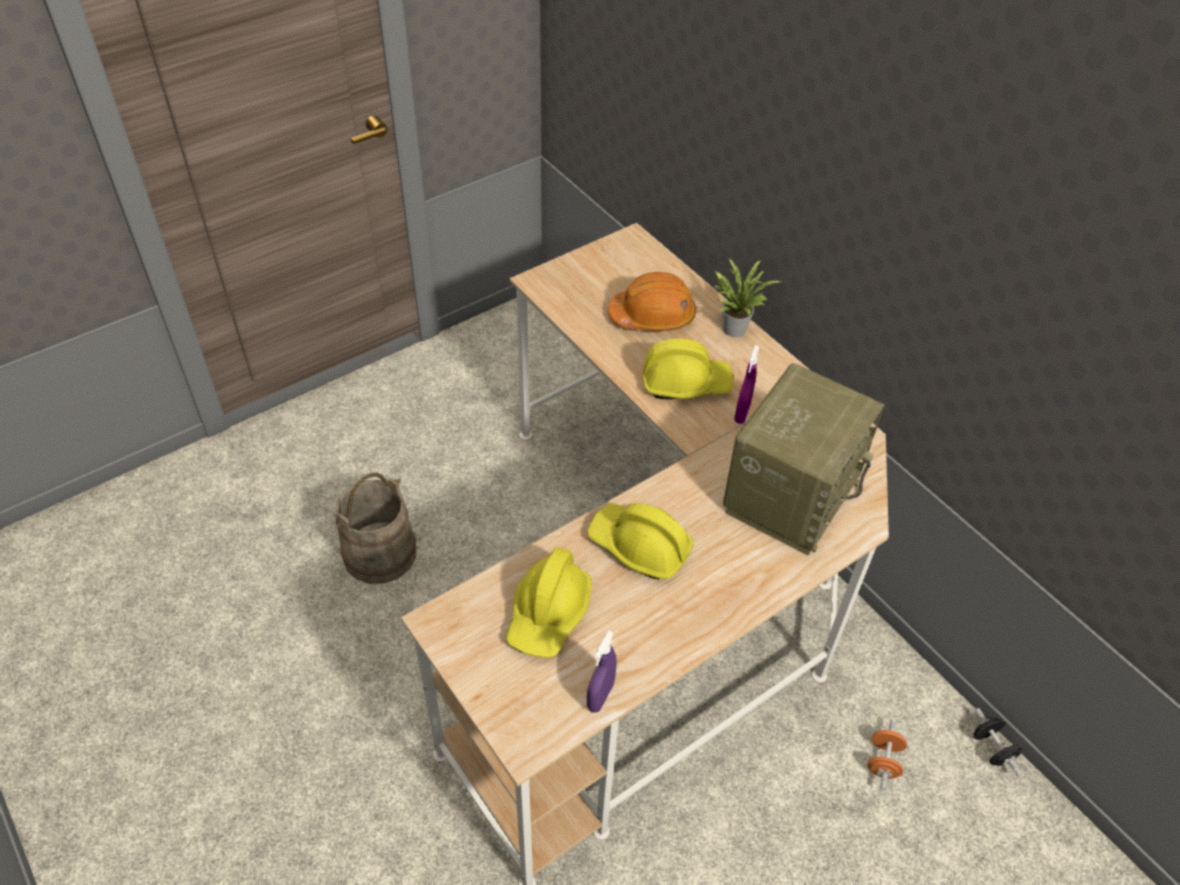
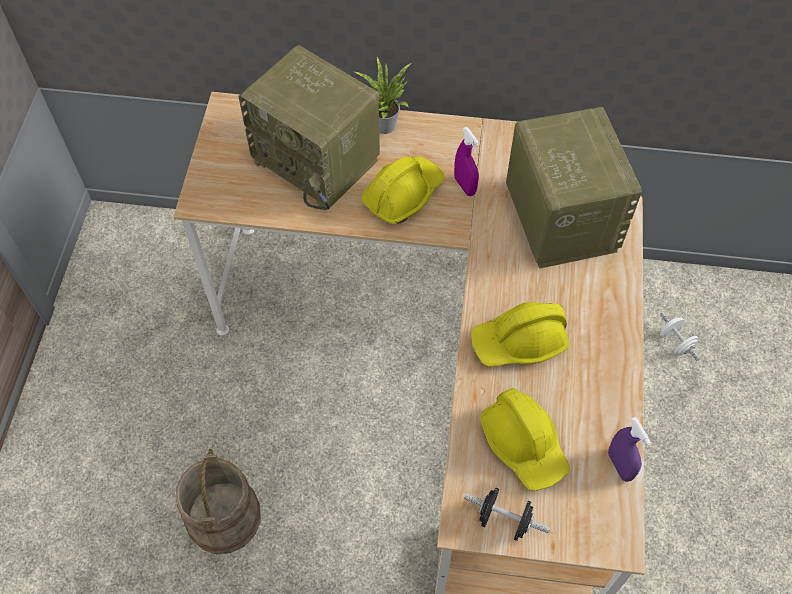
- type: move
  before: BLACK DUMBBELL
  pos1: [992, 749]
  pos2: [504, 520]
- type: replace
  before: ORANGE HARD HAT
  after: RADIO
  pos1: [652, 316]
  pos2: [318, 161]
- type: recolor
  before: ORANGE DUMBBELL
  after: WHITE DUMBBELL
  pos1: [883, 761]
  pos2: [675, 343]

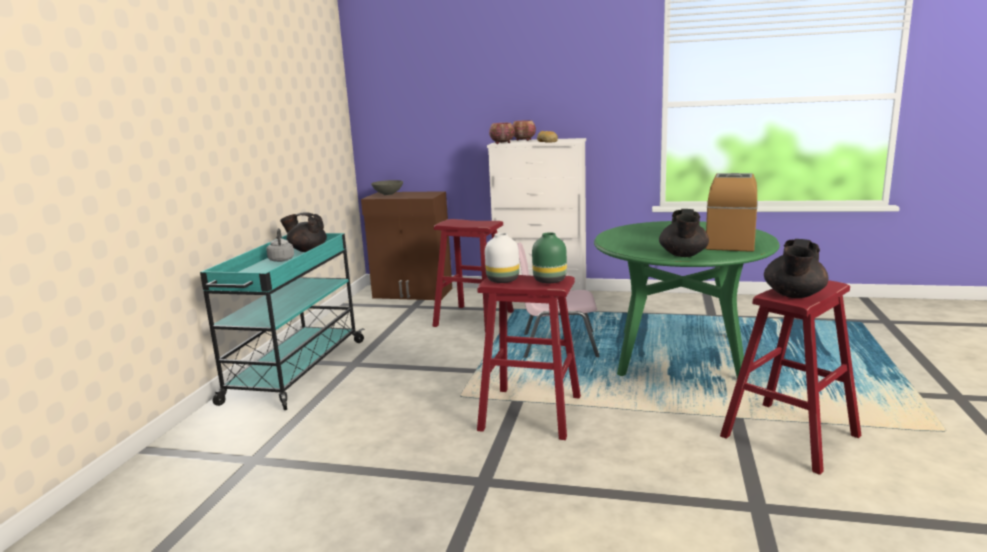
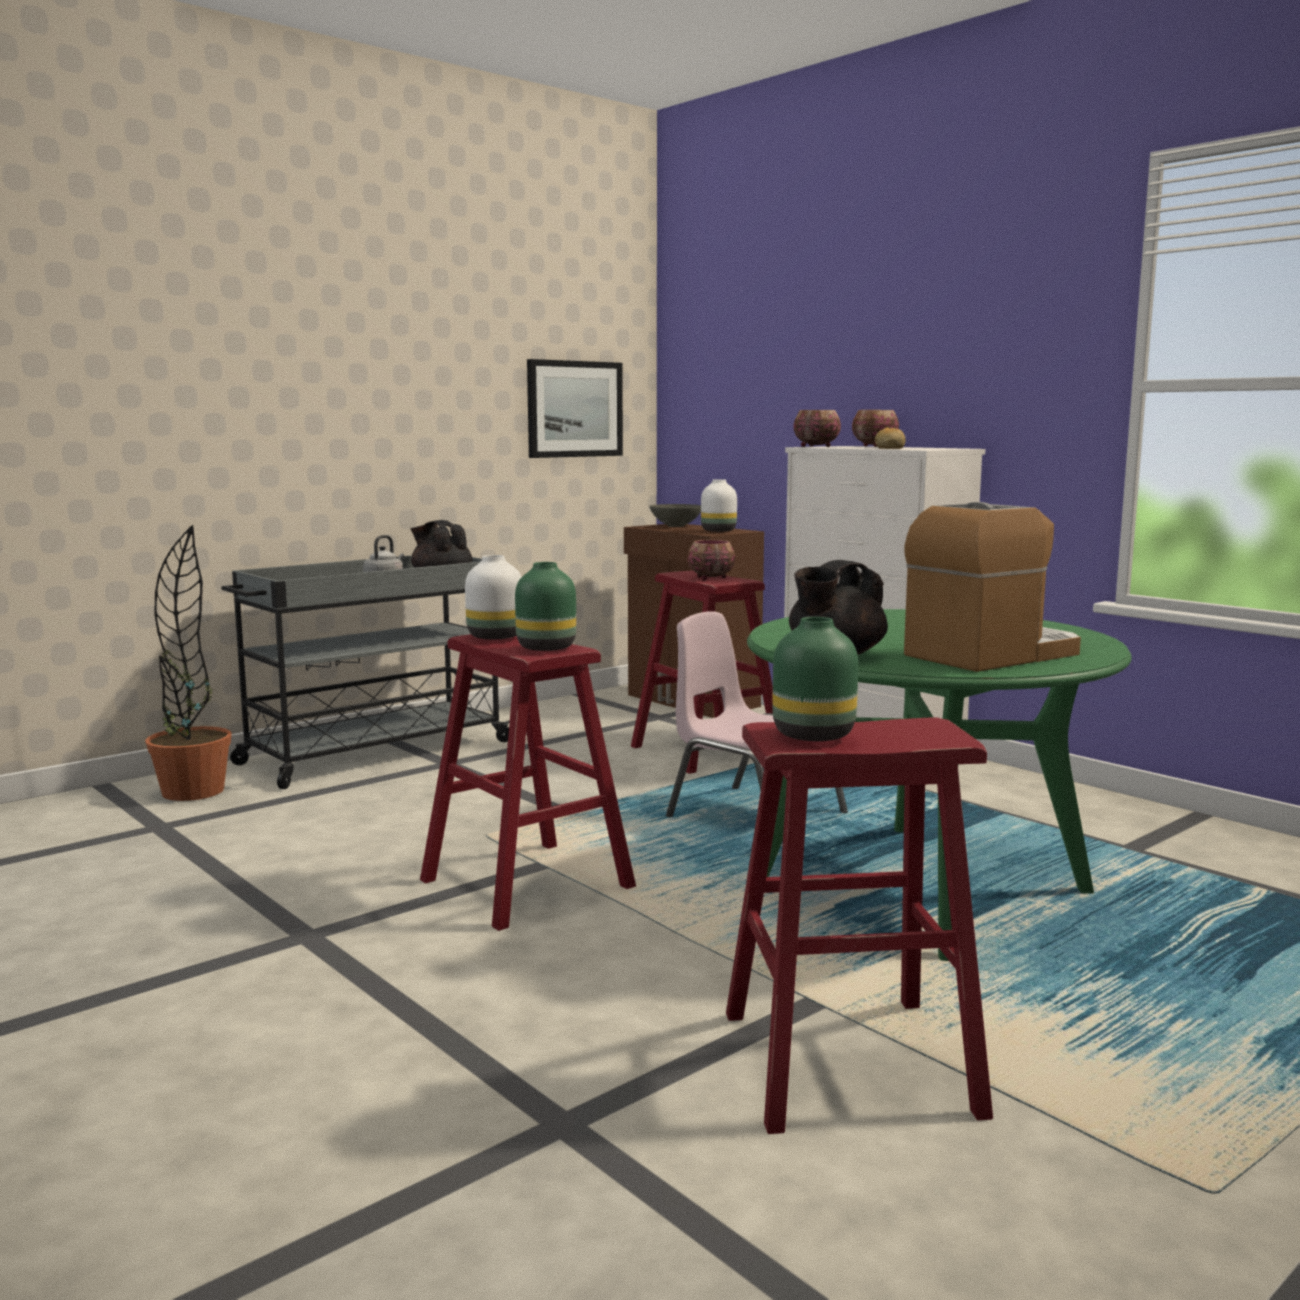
- type: insert
  after: POTTED PLANT
  pos2: [193, 792]
- type: insert
  after: PICTURE
  pos2: [574, 409]
- type: insert
  after: BOWL
  pos2: [709, 578]
- type: insert
  after: WHITE VASE
  pos2: [719, 531]
- type: replace
  before: BLACK TEAPOT
  after: GREEN VASE
  pos1: [794, 295]
  pos2: [811, 735]
- type: recolor
  before: TURQUOISE CART
  after: GREY CART
  pos1: [295, 371]
  pos2: [373, 753]

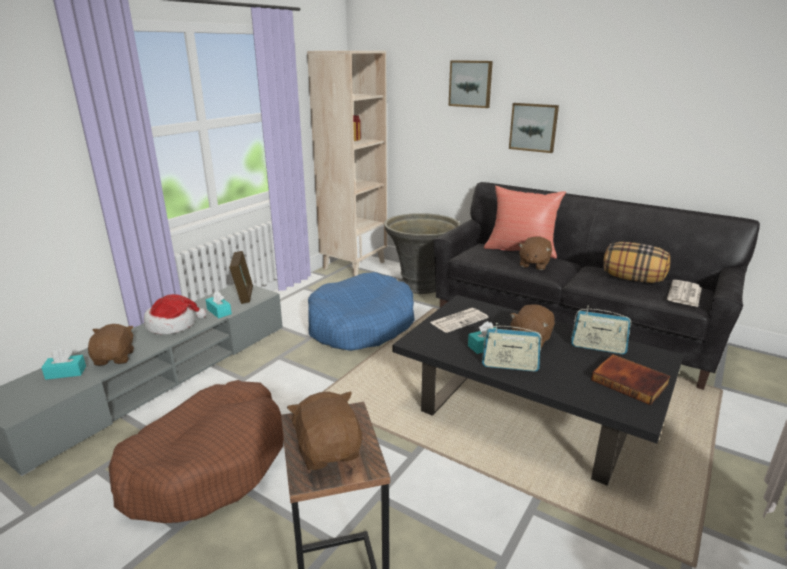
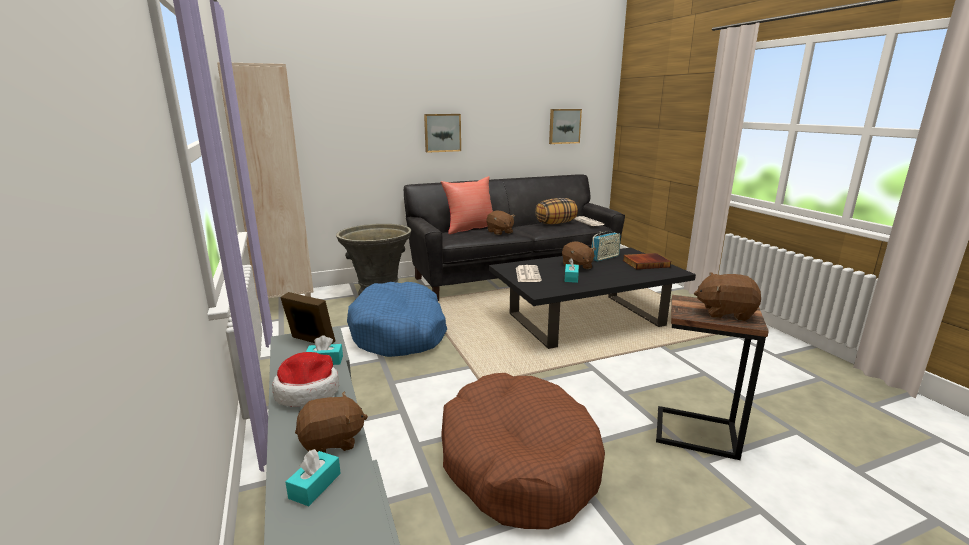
- type: delete
  before: RADIO
  pos1: [510, 365]
- type: move
  before: PICTURE
  pos1: [471, 84]
  pos2: [564, 126]
- type: rotate
  before: BROWN PLUSH TOY
  pos1: [115, 358]
  pos2: [332, 442]
  turn: 135

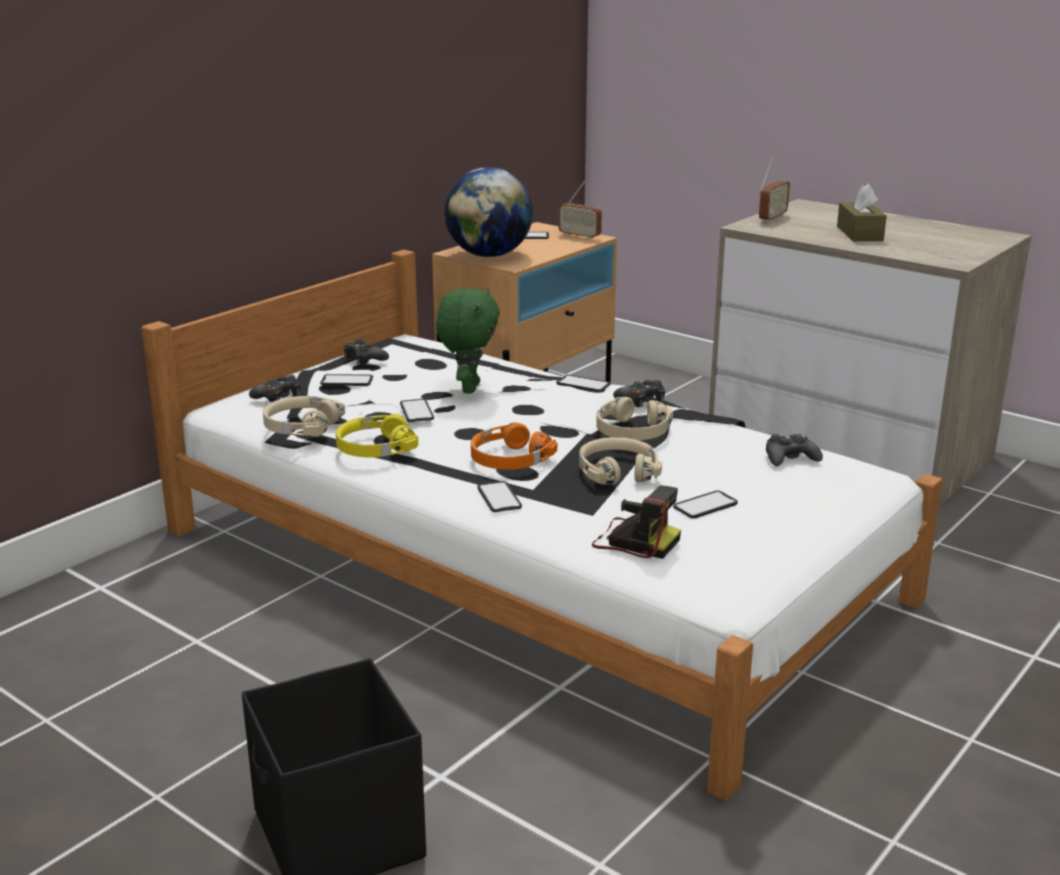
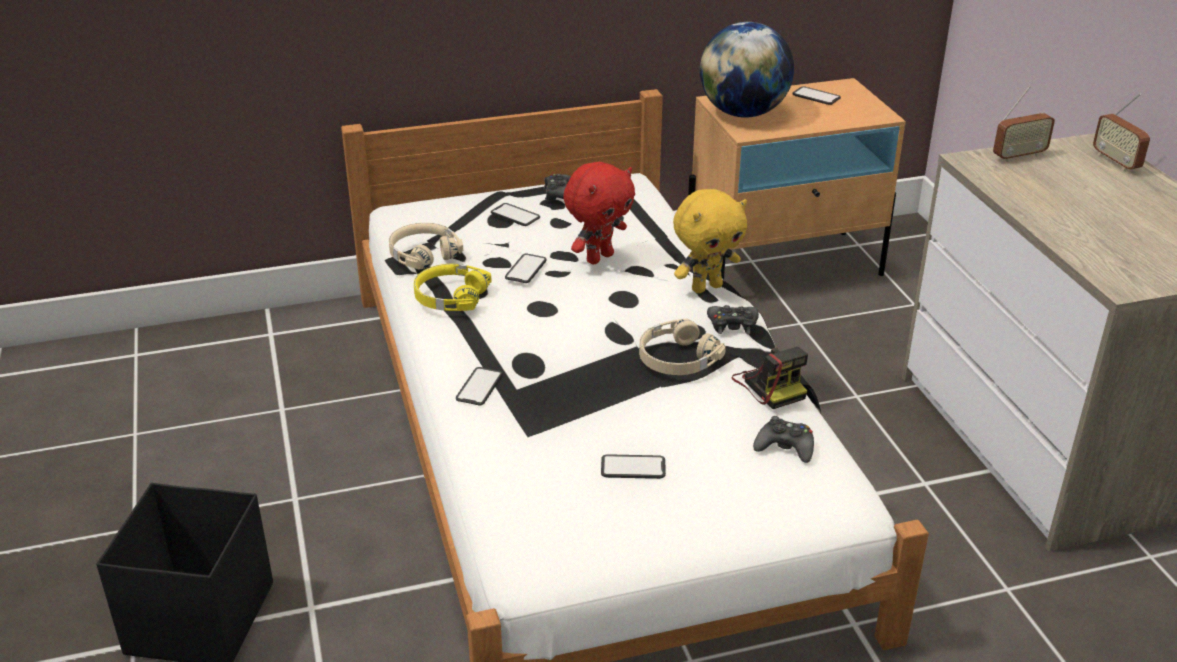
- type: delete
  before: BLACK GAME CONTROLLER
  pos1: [278, 396]
- type: delete
  before: ORANGE HEADPHONES
  pos1: [509, 459]
- type: delete
  before: BEIGE HEADPHONES
  pos1: [617, 471]
- type: delete
  before: BROWN TISSUE BOX
  pos1: [859, 233]
- type: move
  before: RADIO
  pos1: [579, 236]
  pos2: [1116, 162]
- type: move
  before: PHOTO CAMERA
  pos1: [634, 541]
  pos2: [769, 385]
- type: replace
  before: PHONE
  after: YELLOW PLUSH TOY
  pos1: [583, 384]
  pos2: [706, 287]
- type: recolor
  before: GREEN PLUSH TOY
  after: RED PLUSH TOY
  pos1: [468, 388]
  pos2: [599, 257]

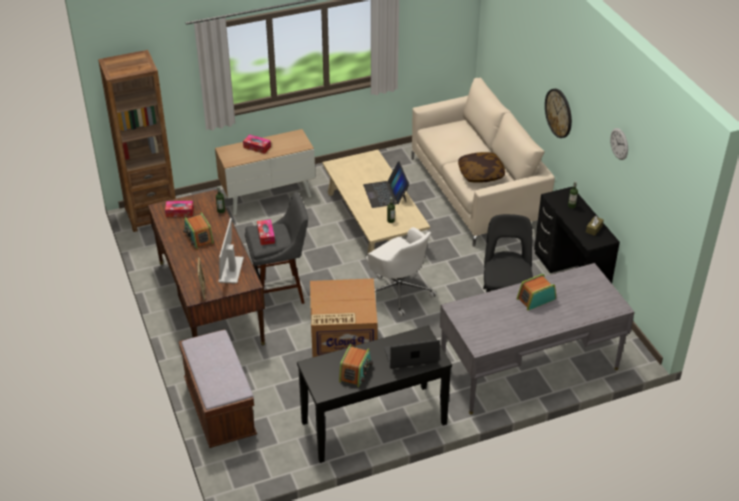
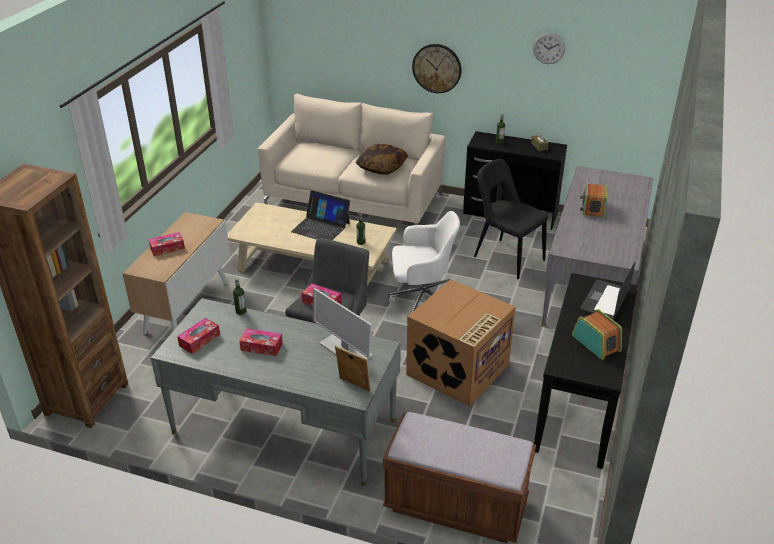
- type: replace
  before: RADIO
  after: TISSUE BOX
  pos1: [199, 237]
  pos2: [261, 347]
- type: recolor
  before: BROWN DESK
  after: GREY DESK
  pos1: [210, 302]
  pos2: [284, 426]

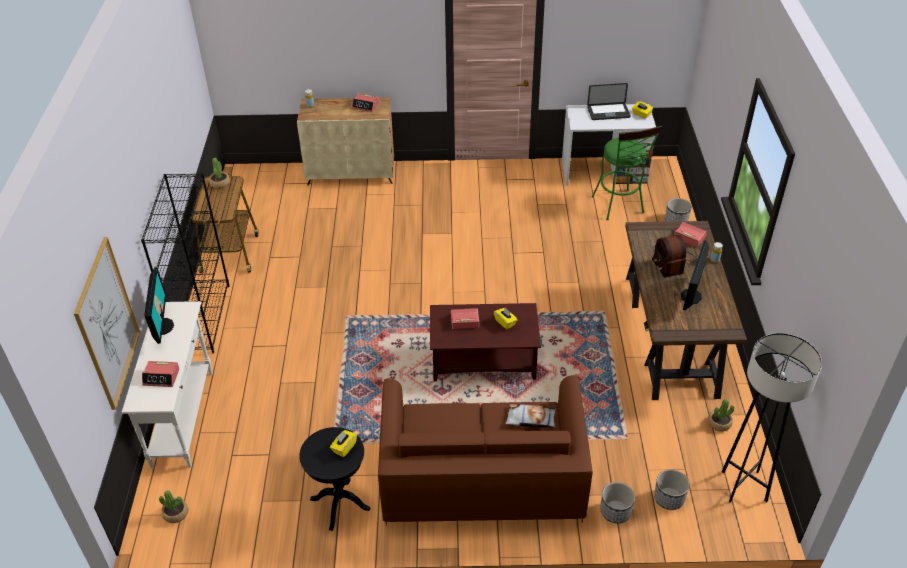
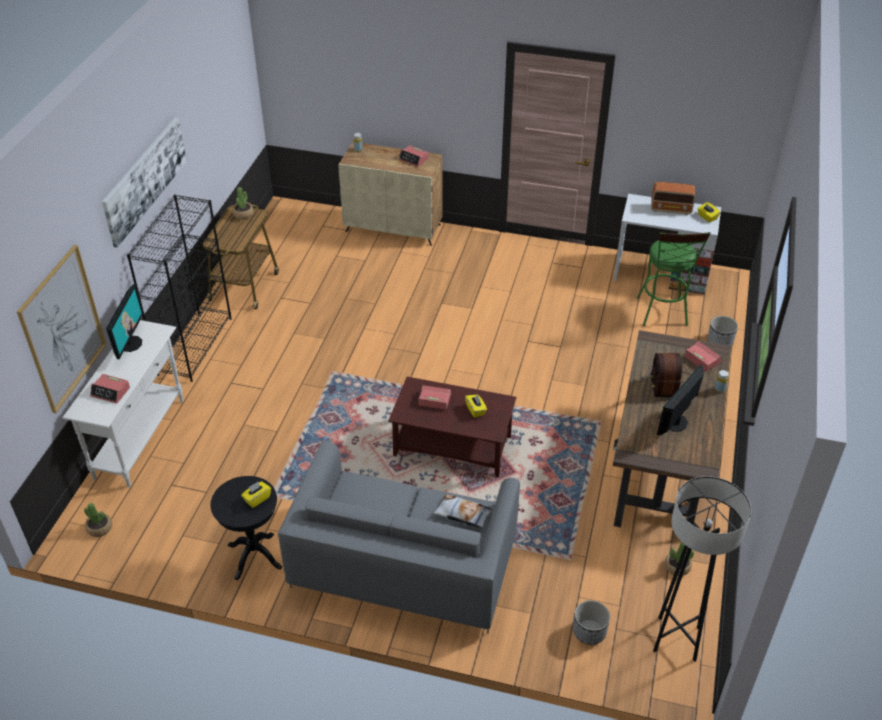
- type: delete
  before: PLANTER
  pos1: [615, 511]
- type: insert
  after: PICTURE
  pos2: [145, 180]
- type: replace
  before: LAPTOP
  after: RADIO
  pos1: [608, 112]
  pos2: [671, 209]
- type: recolor
  before: BROWN SOFA
  after: GREY SOFA
  pos1: [481, 477]
  pos2: [403, 563]

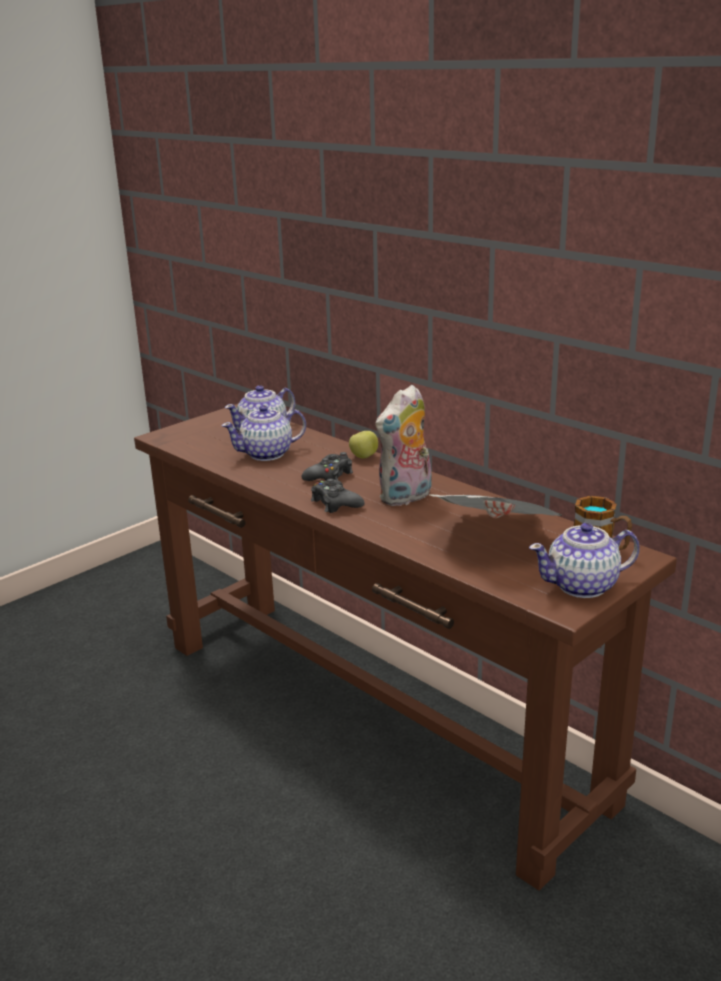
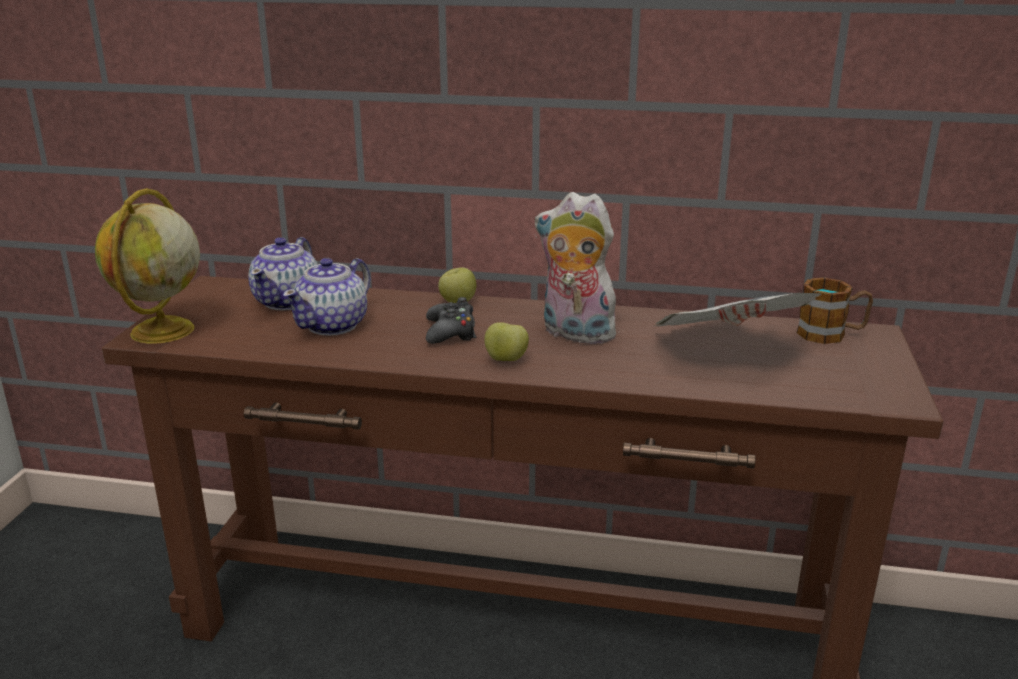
- type: delete
  before: TEAPOT
  pos1: [583, 586]
- type: insert
  after: GLOBE
  pos2: [162, 332]
- type: replace
  before: BLACK GAME CONTROLLER
  after: APPLE
  pos1: [335, 503]
  pos2: [506, 360]
- type: rotate
  before: PLUSH TOY
  pos1: [406, 498]
  pos2: [574, 334]
  turn: 105

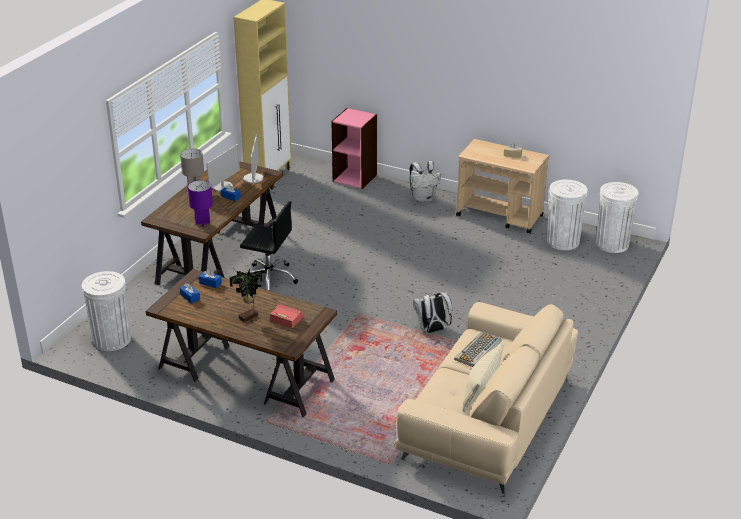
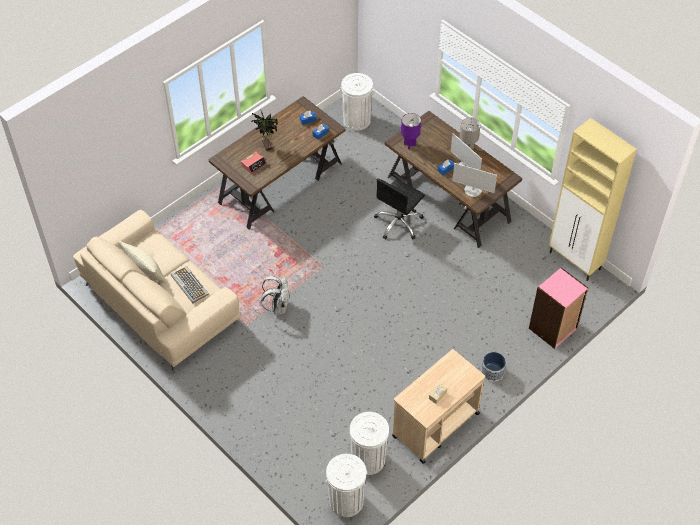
- type: replace
  before: WHITE BACKPACK
  after: PLANTER
  pos1: [423, 198]
  pos2: [492, 372]

